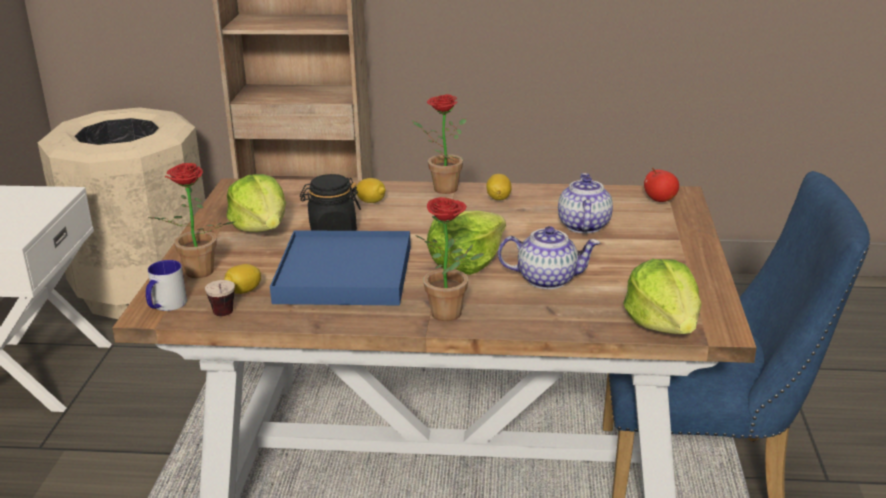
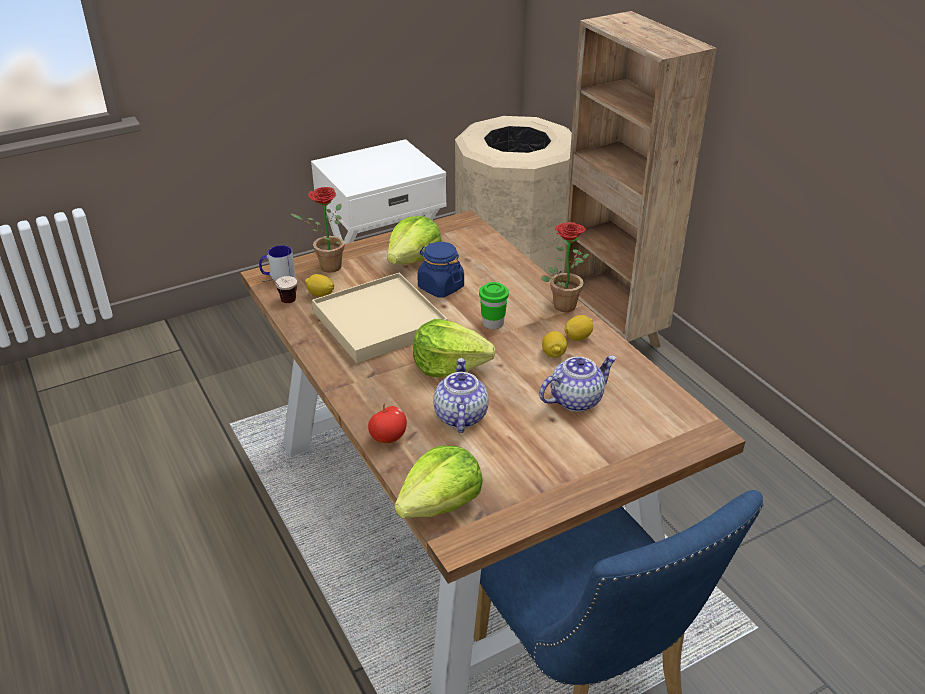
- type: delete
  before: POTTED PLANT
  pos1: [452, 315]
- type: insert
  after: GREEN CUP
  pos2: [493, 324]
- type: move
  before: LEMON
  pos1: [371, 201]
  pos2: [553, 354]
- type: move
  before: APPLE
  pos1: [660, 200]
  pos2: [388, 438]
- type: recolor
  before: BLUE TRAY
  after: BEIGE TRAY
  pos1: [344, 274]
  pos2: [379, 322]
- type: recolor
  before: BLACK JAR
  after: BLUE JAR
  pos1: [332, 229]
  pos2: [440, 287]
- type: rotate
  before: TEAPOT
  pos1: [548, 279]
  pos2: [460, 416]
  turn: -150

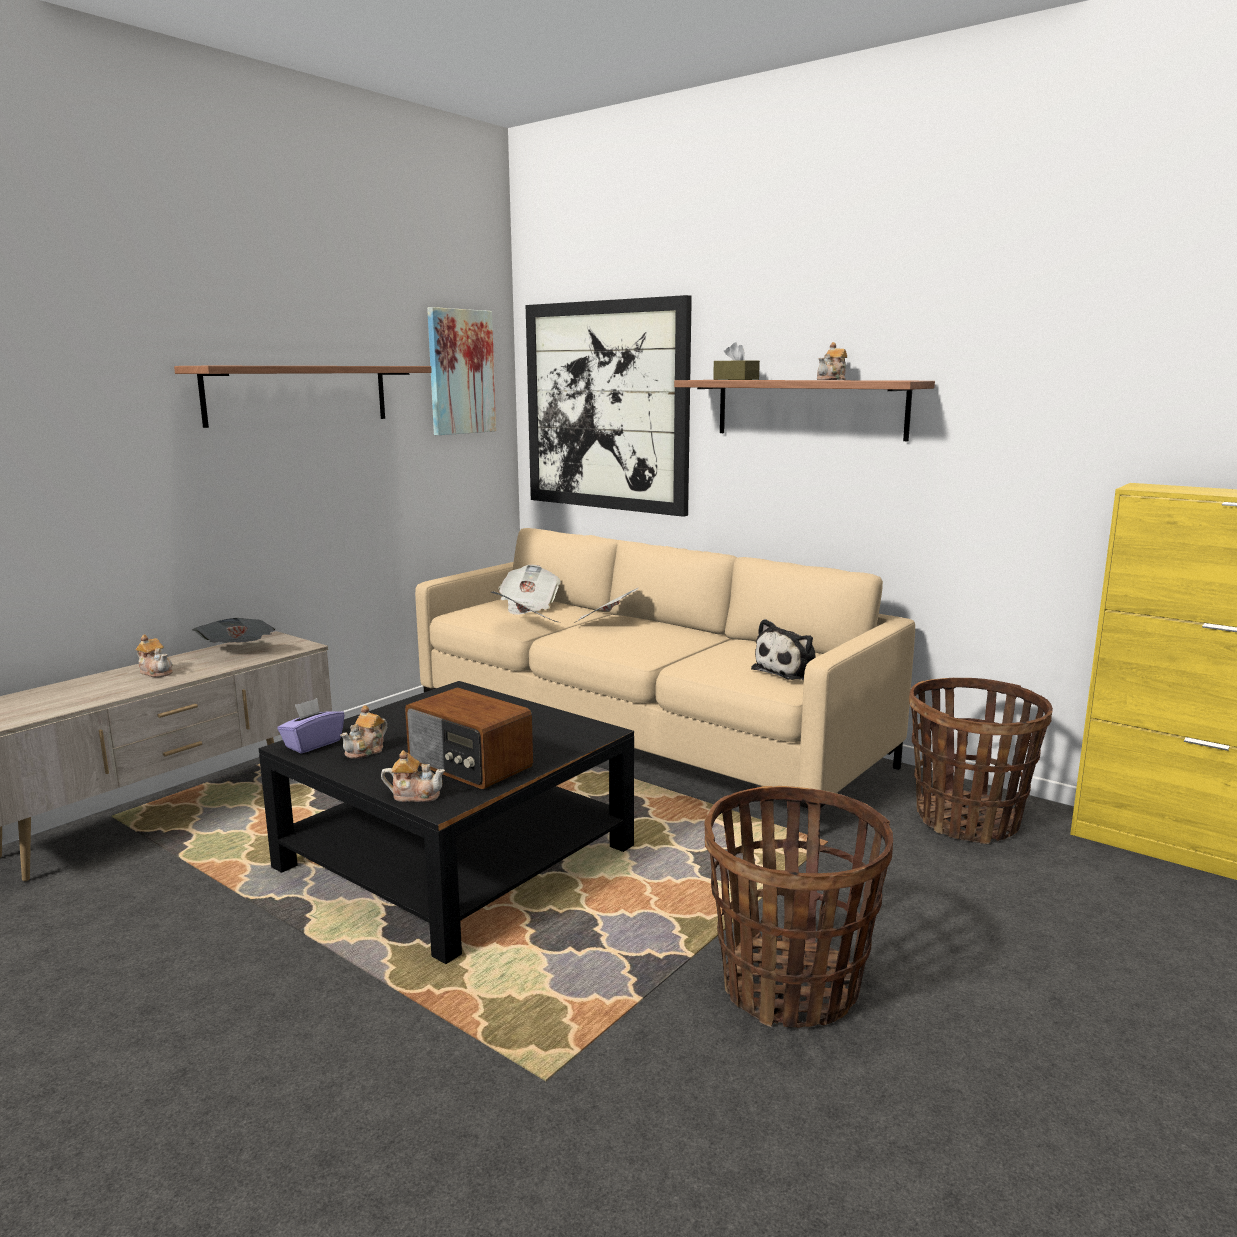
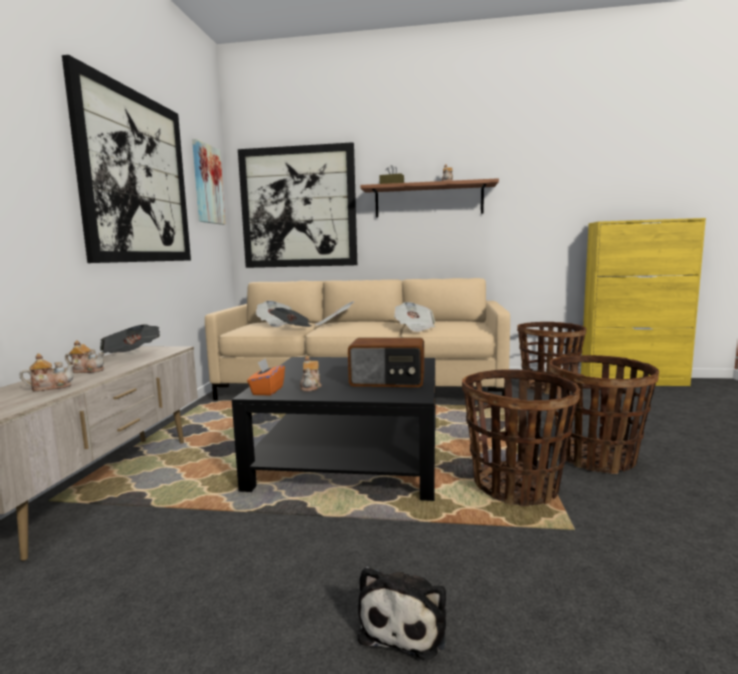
- type: insert
  after: NEWSPAPER
  pos2: [414, 328]
- type: insert
  after: BASKET
  pos2: [516, 486]
- type: move
  before: TEAPOT
  pos1: [415, 795]
  pos2: [50, 387]
- type: move
  before: PLUSH TOY
  pos1: [790, 671]
  pos2: [405, 624]
- type: replace
  before: SHELF
  after: PICTURE
  pos1: [298, 394]
  pos2: [136, 178]
- type: recolor
  before: PURPLE TISSUE BOX
  after: ORANGE TISSUE BOX
  pos1: [312, 744]
  pos2: [267, 391]

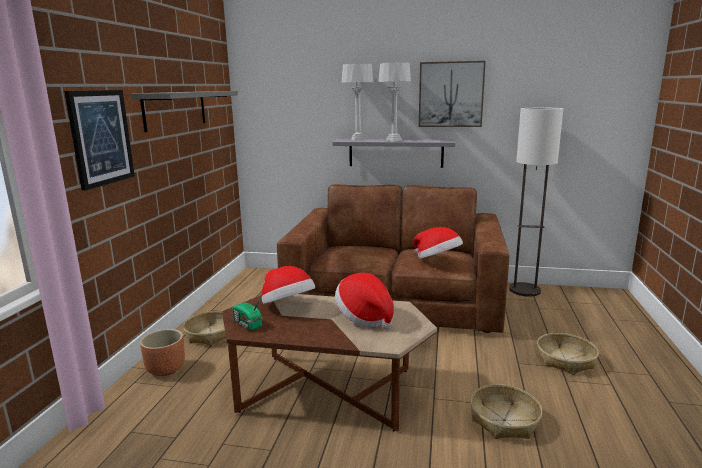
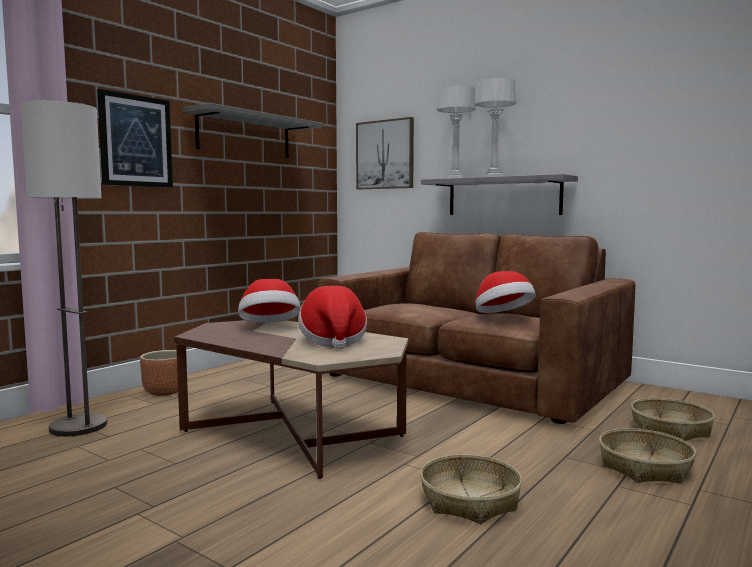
- type: delete
  before: RADIO
  pos1: [247, 324]
- type: move
  before: BASKET
  pos1: [210, 334]
  pos2: [670, 429]
- type: move
  before: PICTURE
  pos1: [451, 94]
  pos2: [385, 154]
- type: move
  before: FLOOR LAMP
  pos1: [525, 290]
  pos2: [79, 426]

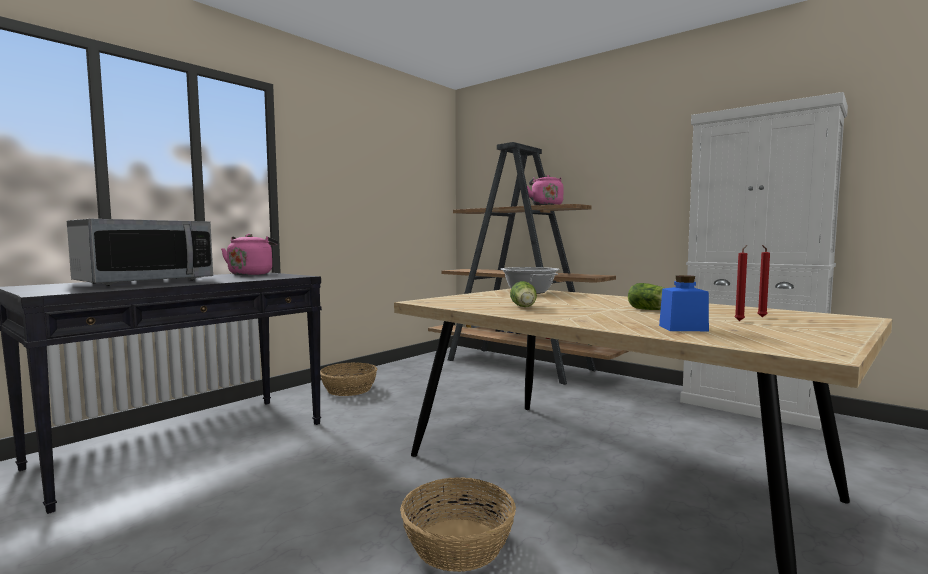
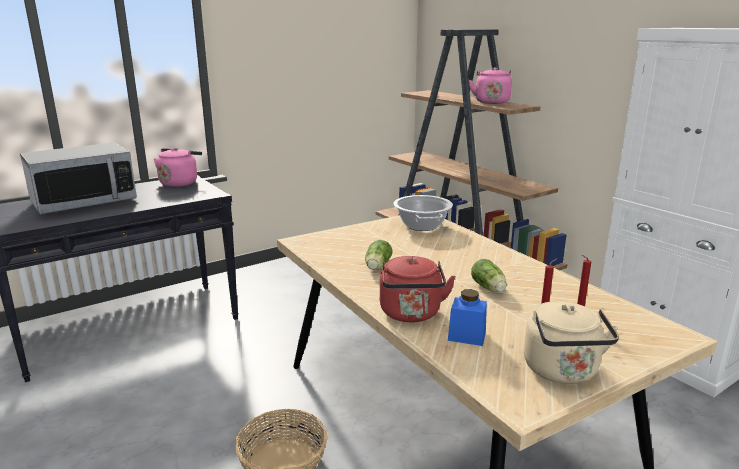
- type: delete
  before: BASKET
  pos1: [349, 389]
- type: insert
  after: RED KETTLE
  pos2: [411, 314]
- type: insert
  after: BEIGE KETTLE
  pos2: [562, 372]

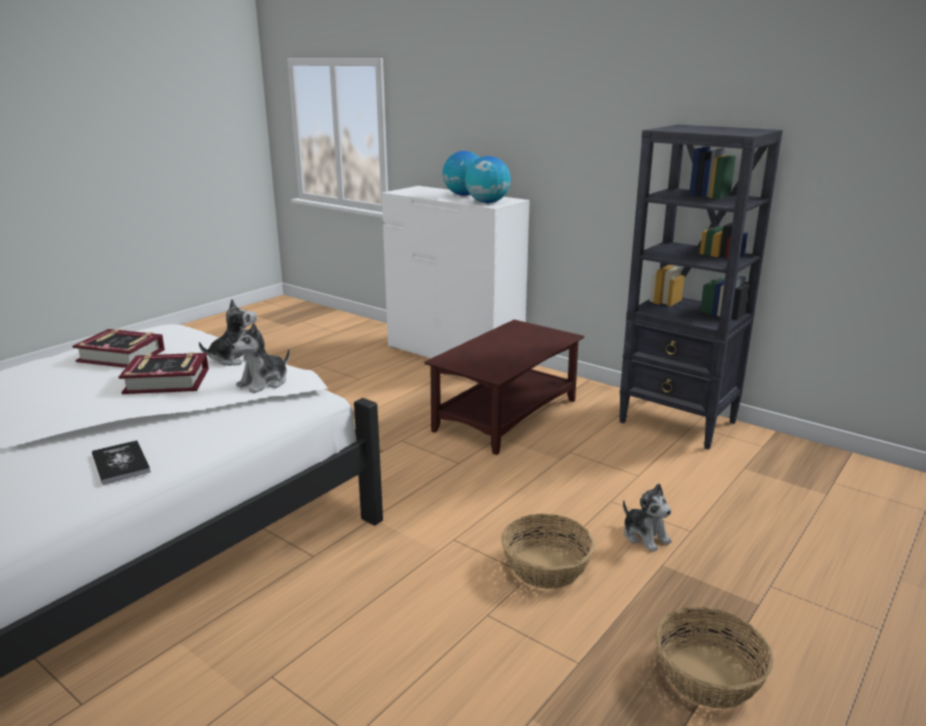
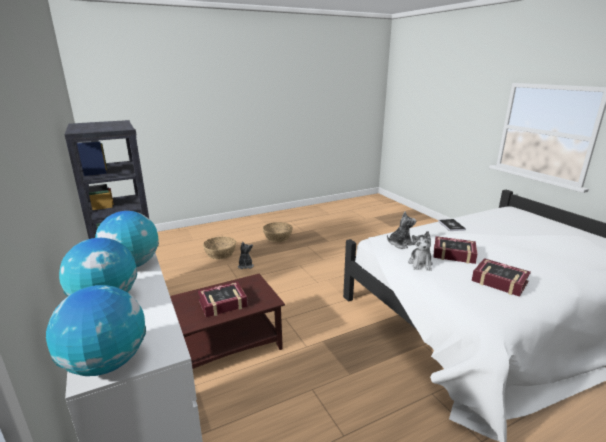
- type: insert
  after: GLOBE
  pos2: [106, 363]
- type: insert
  after: BOOK
  pos2: [223, 303]
- type: move
  before: BASKET
  pos1: [546, 567]
  pos2: [220, 253]
- type: rotate
  before: PLUSH TOY
  pos1: [233, 358]
  pos2: [420, 264]
  turn: -75

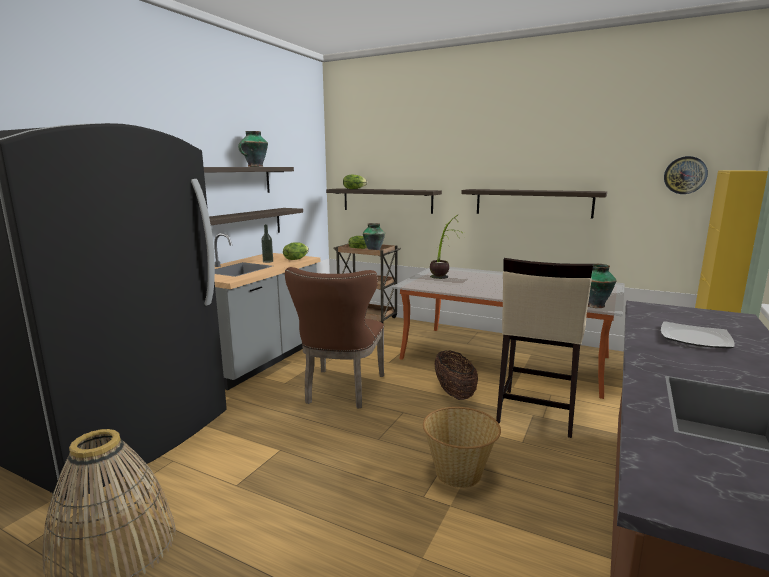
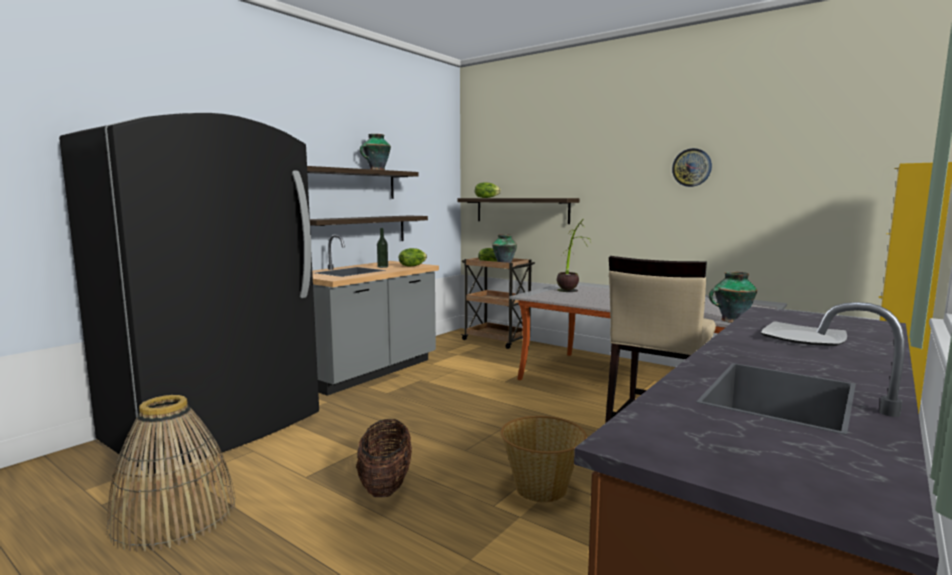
- type: delete
  before: BROWN CHAIR
  pos1: [342, 391]
- type: delete
  before: SHELF
  pos1: [533, 203]
- type: move
  before: BASKET
  pos1: [454, 393]
  pos2: [385, 485]
- type: move
  before: WALL CLOCK
  pos1: [685, 175]
  pos2: [691, 167]

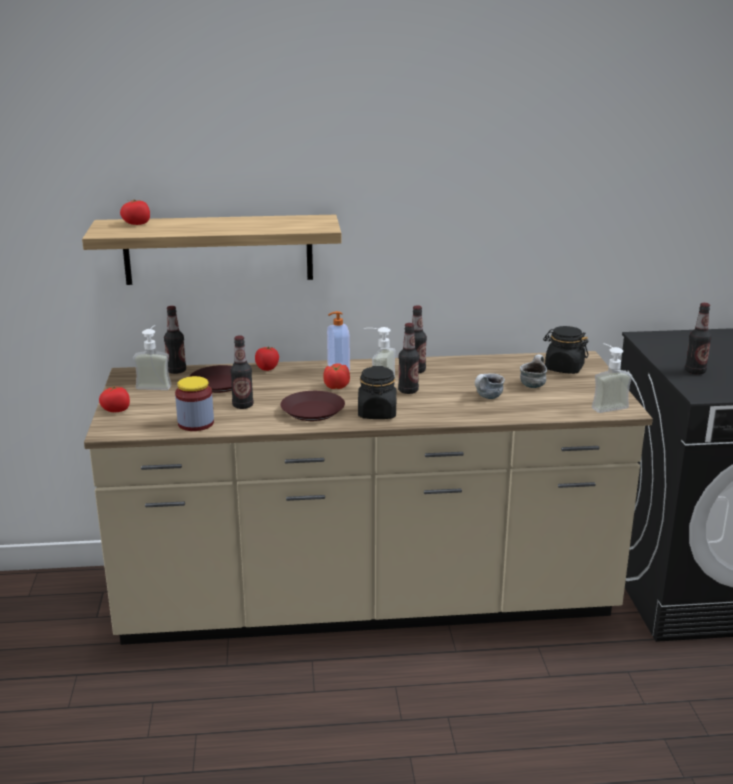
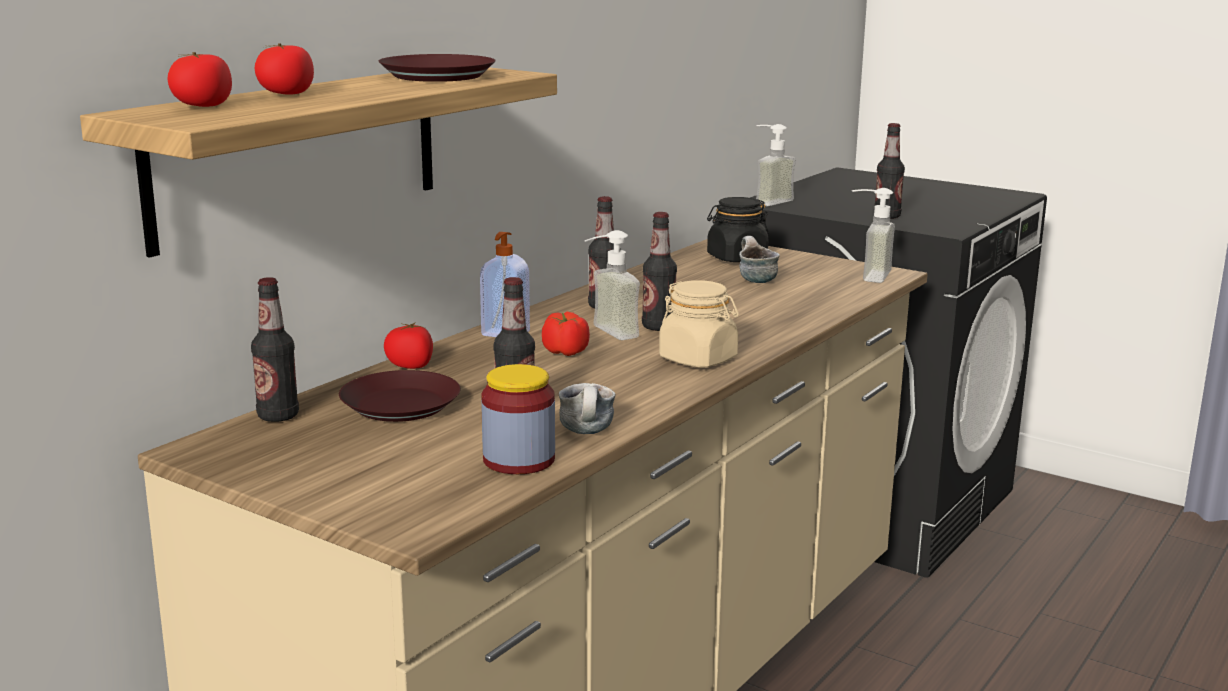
- type: move
  before: TOMATO
  pos1: [116, 410]
  pos2: [286, 94]
- type: move
  before: SOAP DISPENSER
  pos1: [155, 384]
  pos2: [767, 201]
- type: move
  before: BROWN PLATE
  pos1: [312, 411]
  pos2: [436, 76]
- type: move
  before: MUG
  pos1: [487, 398]
  pos2: [589, 433]
- type: recolor
  before: BLACK JAR
  after: BEIGE JAR
  pos1: [377, 413]
  pos2: [698, 359]

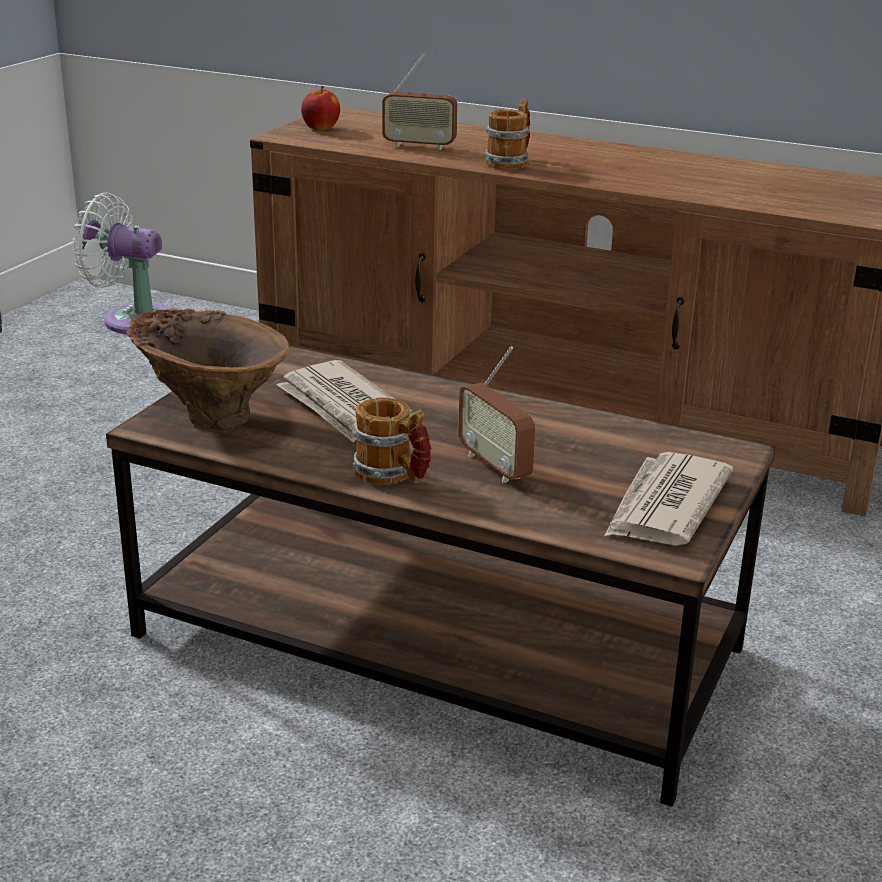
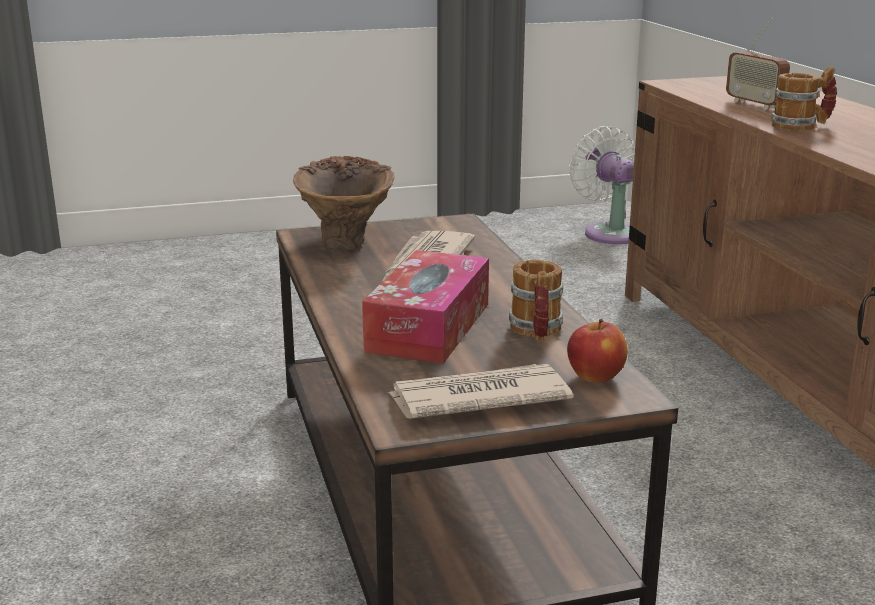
- type: move
  before: APPLE
  pos1: [321, 128]
  pos2: [595, 377]
- type: move
  before: MUG
  pos1: [393, 476]
  pos2: [536, 332]
- type: replace
  before: RADIO
  after: TISSUE BOX
  pos1: [495, 466]
  pos2: [429, 327]

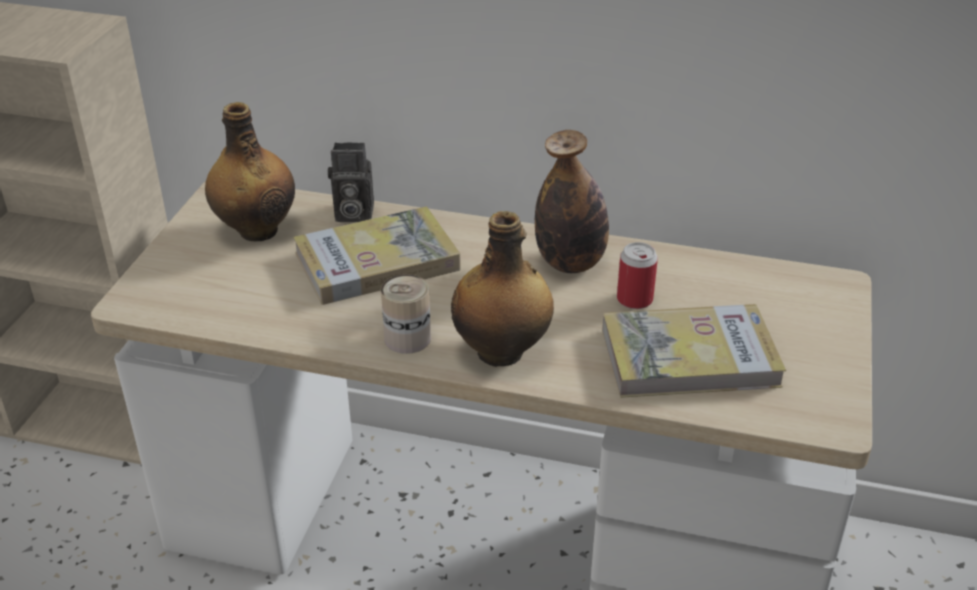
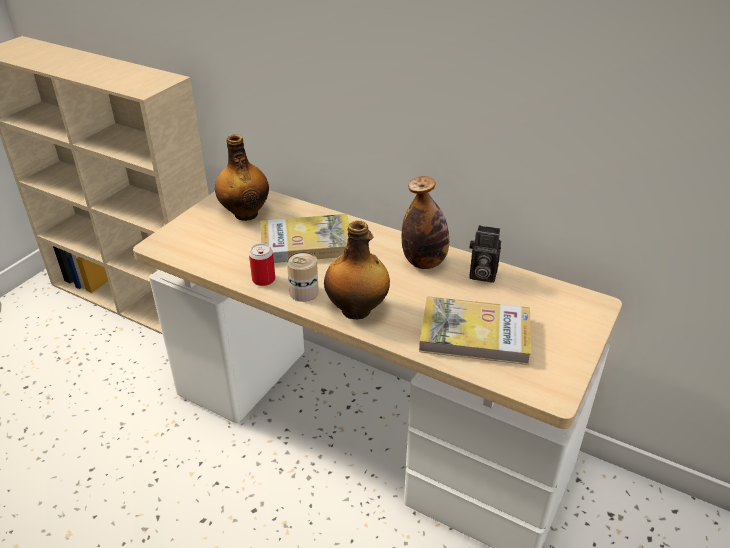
- type: move
  before: PHOTO CAMERA
  pos1: [351, 214]
  pos2: [481, 274]
- type: move
  before: CAN
  pos1: [634, 299]
  pos2: [263, 280]

